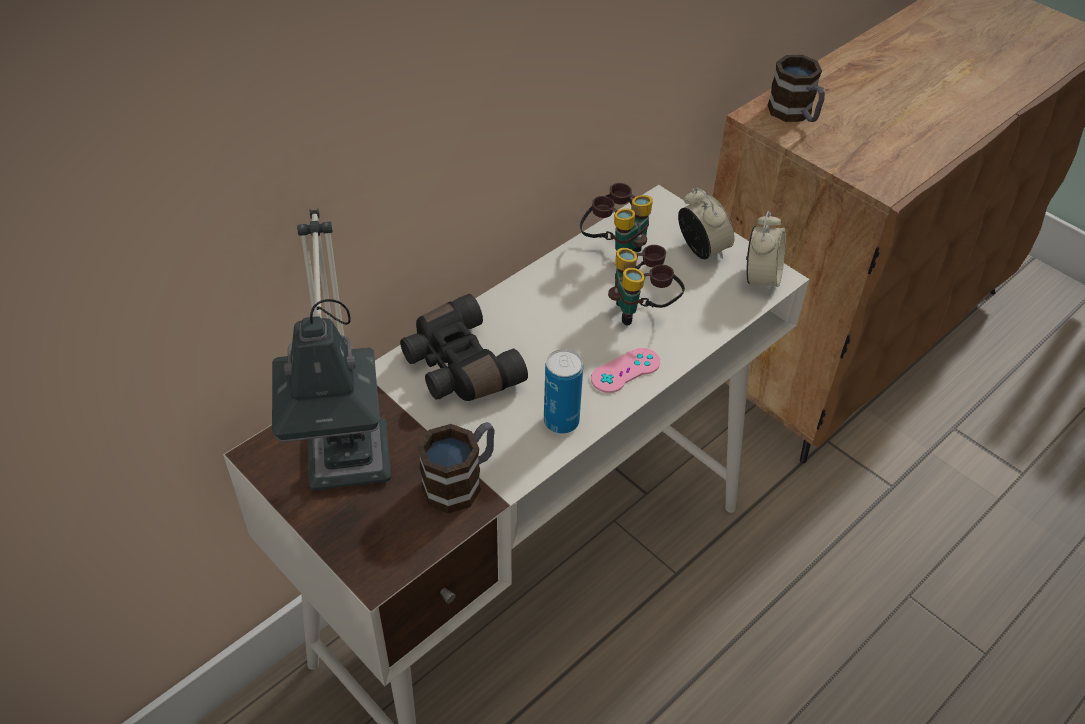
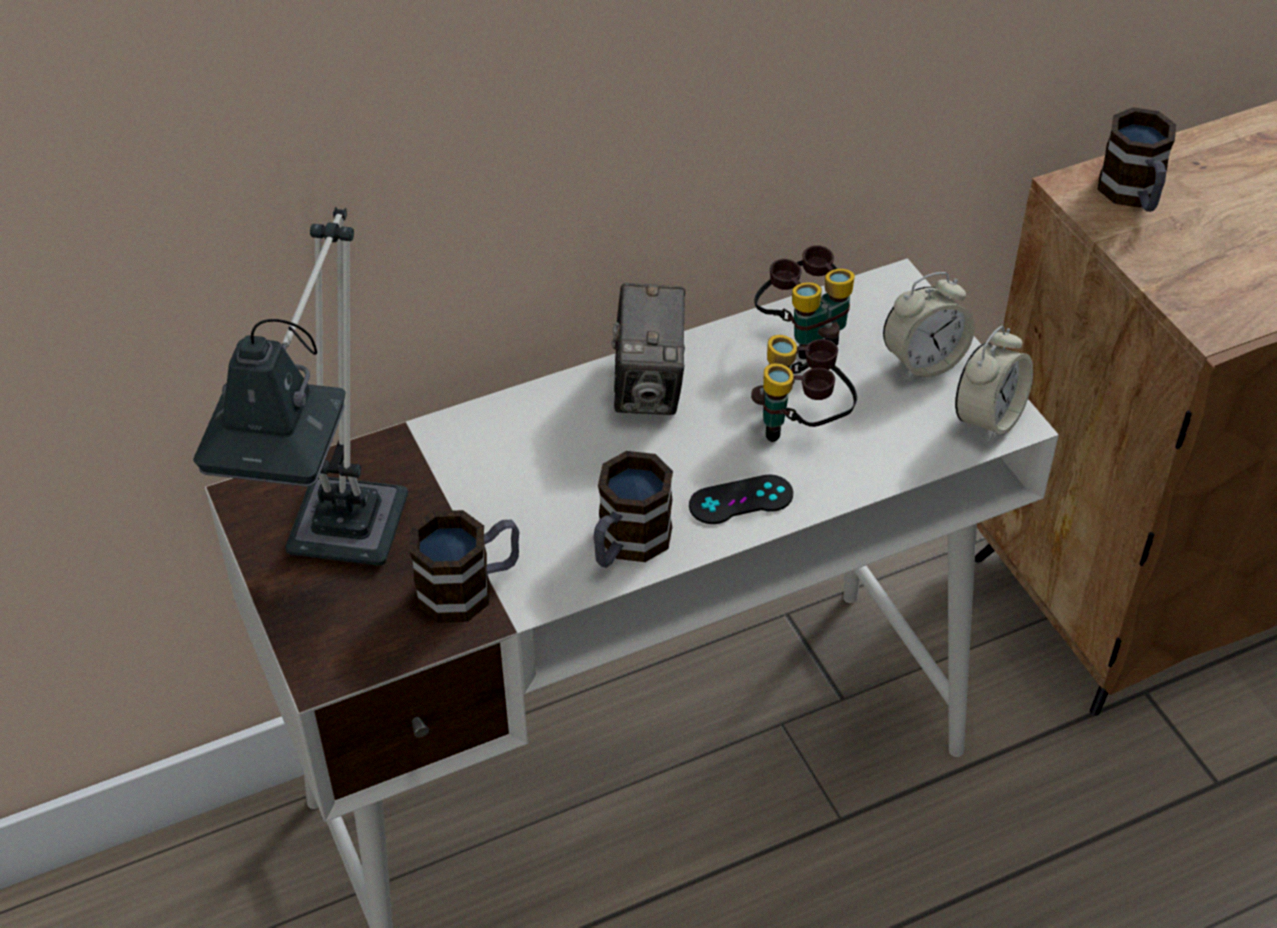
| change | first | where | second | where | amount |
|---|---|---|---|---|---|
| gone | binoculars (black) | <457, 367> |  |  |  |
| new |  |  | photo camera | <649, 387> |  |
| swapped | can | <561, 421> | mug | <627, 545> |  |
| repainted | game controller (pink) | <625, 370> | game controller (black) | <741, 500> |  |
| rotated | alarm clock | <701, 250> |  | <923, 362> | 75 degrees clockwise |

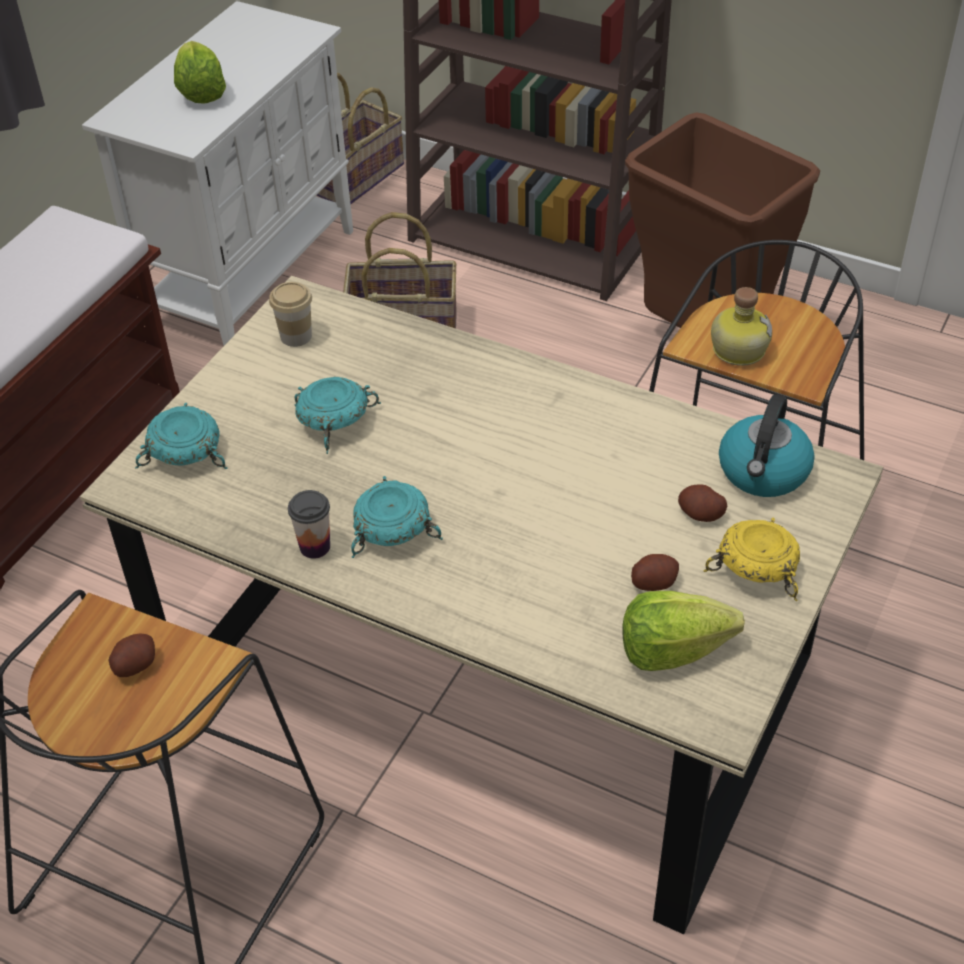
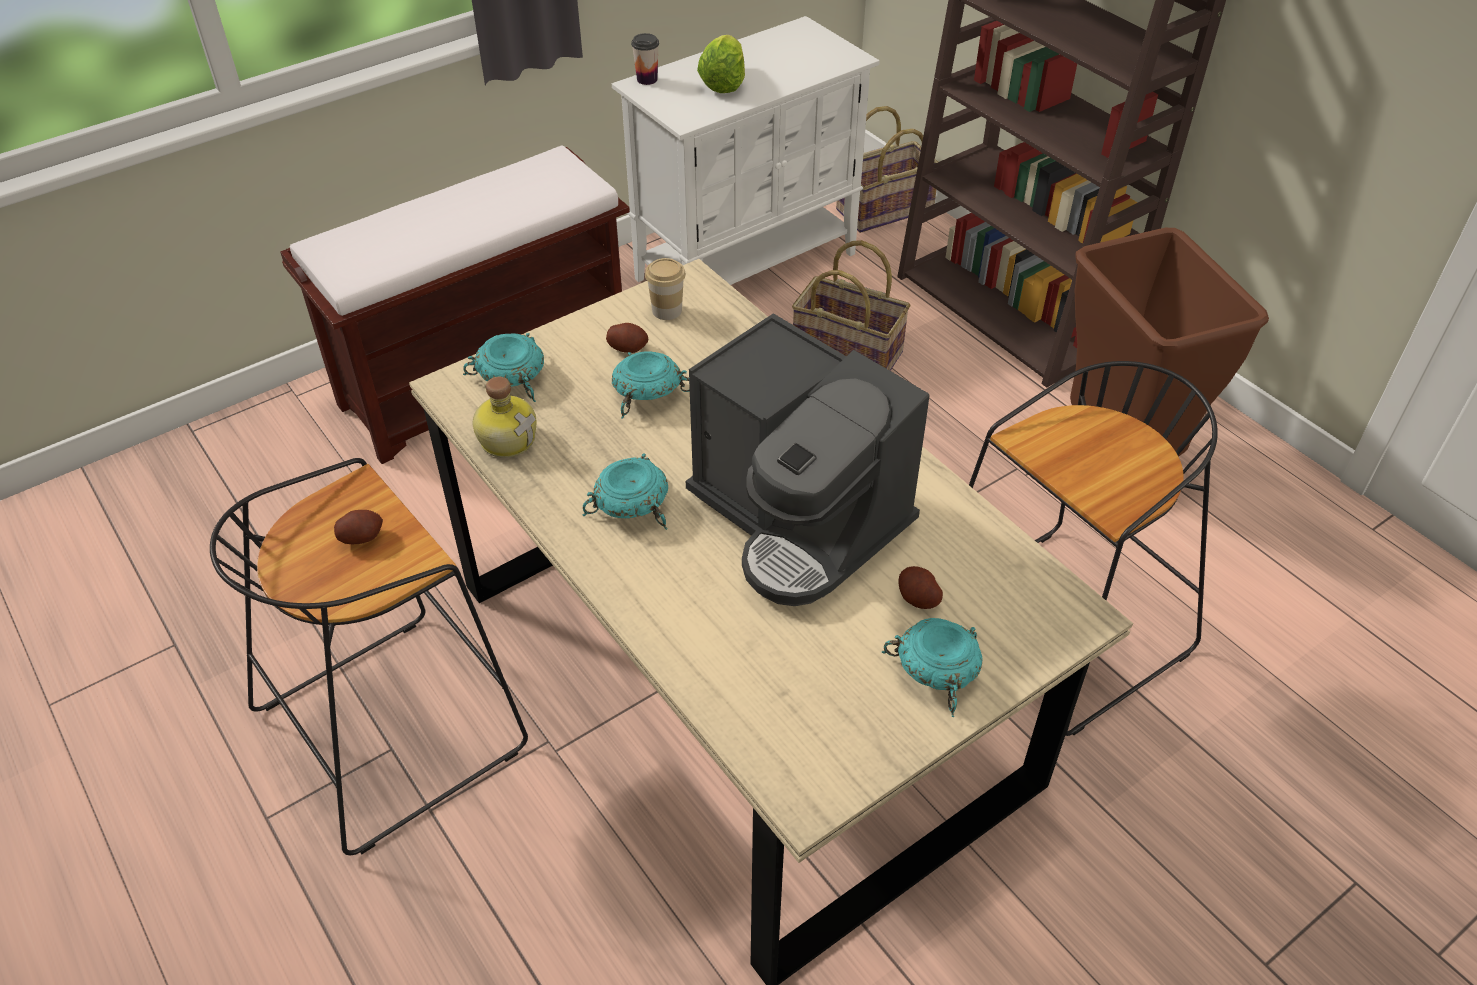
| change | first | where | second | where | amount |
|---|---|---|---|---|---|
| gone | lettuce | <672, 650> |  |  |  |
| gone | kettle | <763, 472> |  |  |  |
| new |  |  | coffee machine | <799, 520> |  |
| shifted | cup | <315, 546> |  | <647, 79> |  |
| shifted | potato | <653, 582> |  | <628, 348> |  |
| shifted | bottle | <737, 348> |  | <507, 438> |  |
| repainted | bowl (yellow) | <757, 571> | bowl (turquoise) | <936, 673> |  |

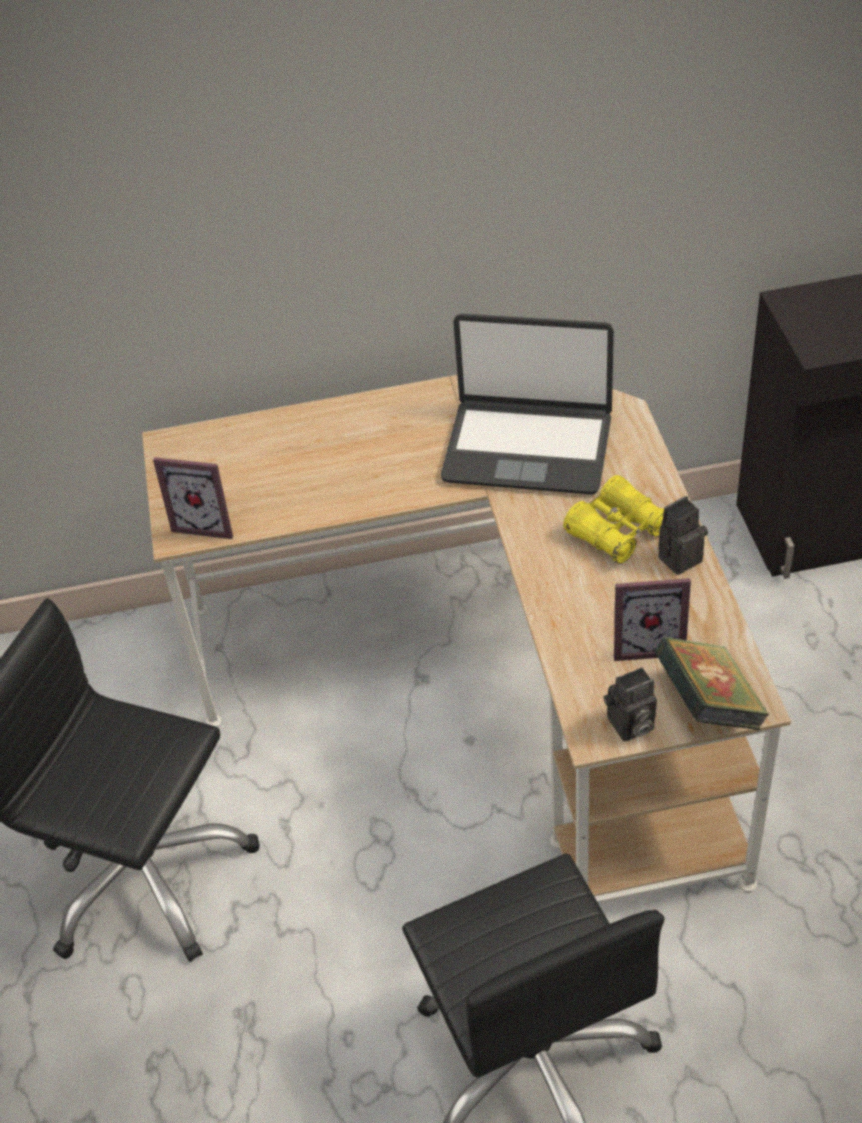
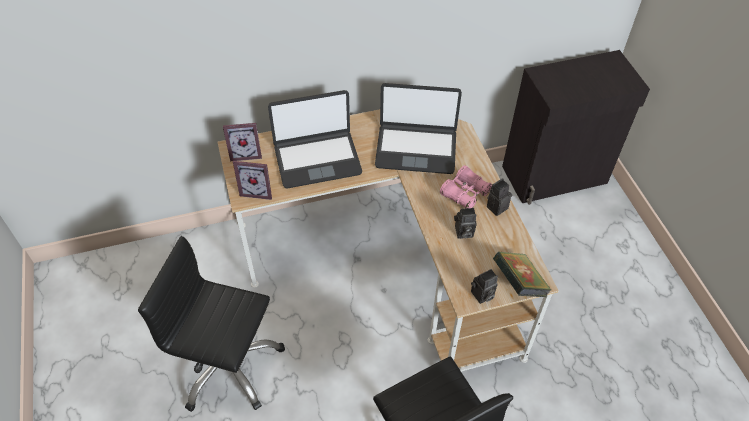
| change | first | where | second | where | amount |
|---|---|---|---|---|---|
| new |  |  | laptop | <317, 159> |  |
| new |  |  | photo camera | <463, 233> |  |
| shifted | picture frame | <647, 642> |  | <246, 153> |  |
| repainted | binoculars (yellow) | <617, 531> | binoculars (pink) | <465, 193> |  |

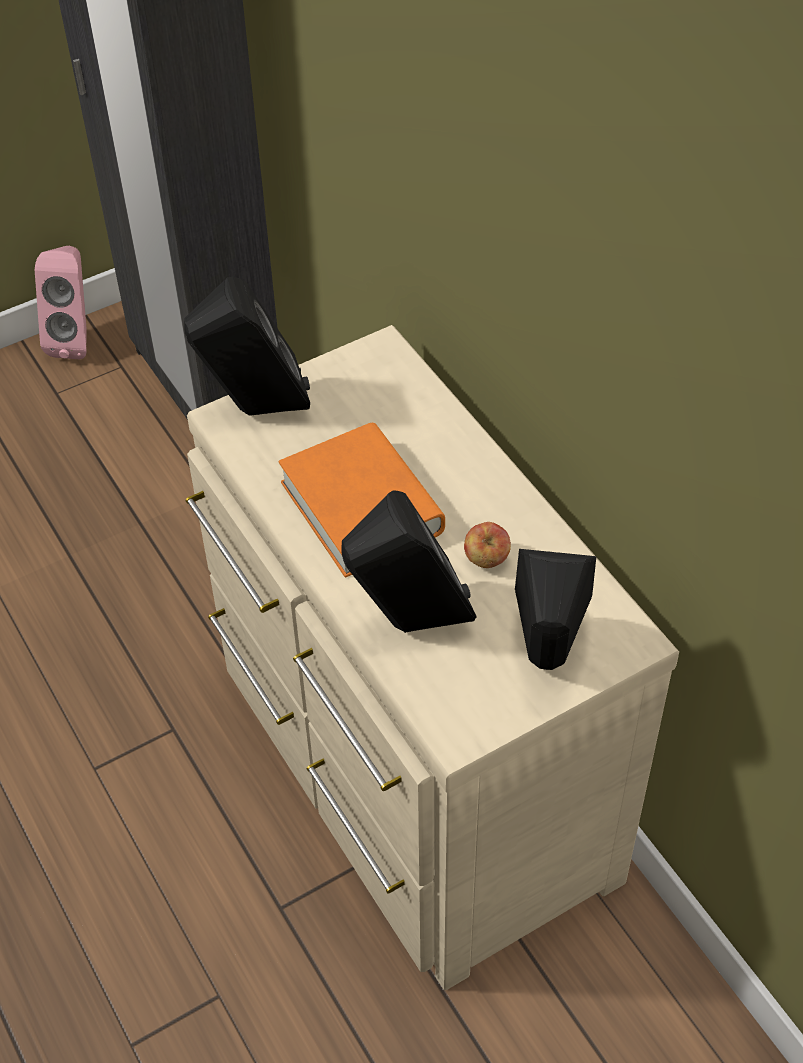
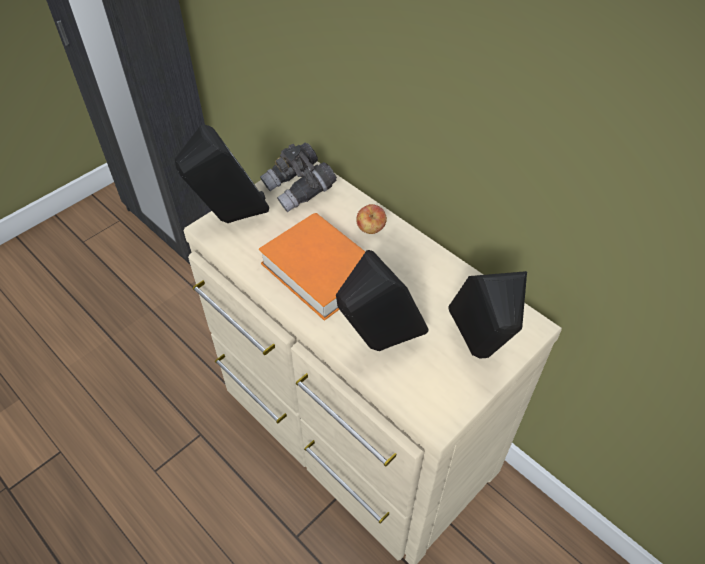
| change | first | where | second | where | amount |
|---|---|---|---|---|---|
| gone | speaker (pink) | <76, 340> |  |  |  |
| new |  |  | binoculars (grey) | <299, 190> |  |
| shifted | apple | <486, 559> |  | <370, 229> |  |

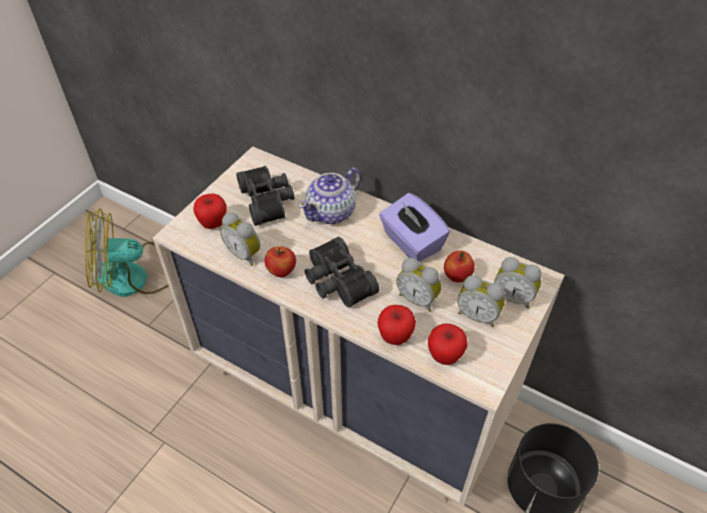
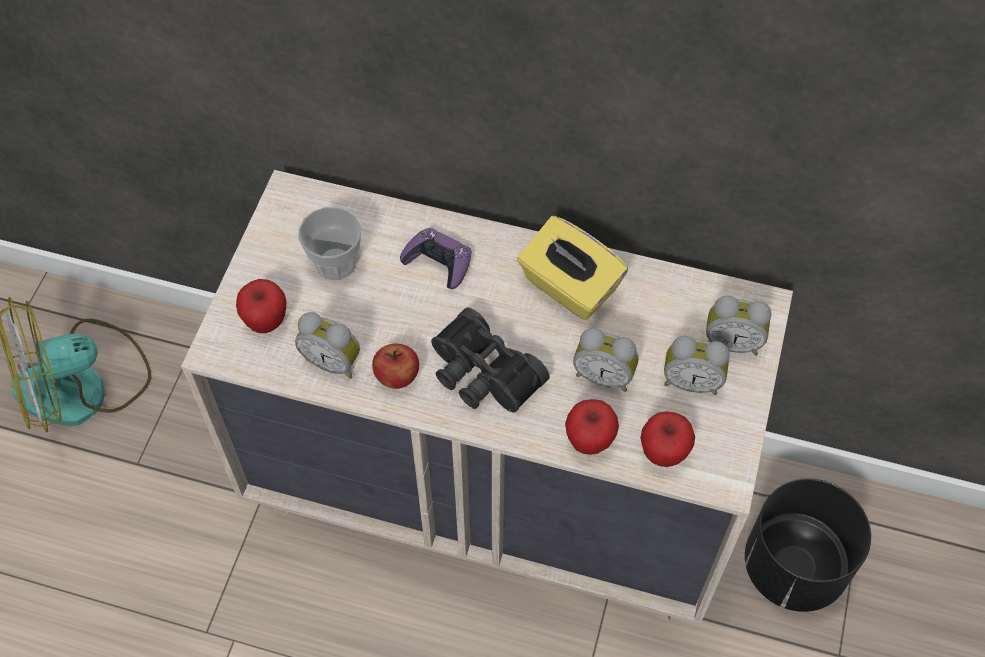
| change | first | where | second | where | amount |
|---|---|---|---|---|---|
| gone | apple | <457, 276> |  |  |  |
| swapped | binoculars (black) | <268, 200> | cup | <335, 263> |  |
| swapped | teapot | <332, 212> | game controller (purple) | <438, 262> |  |
| repainted | tissue box (purple) | <411, 242> | tissue box (yellow) | <569, 287> |  |

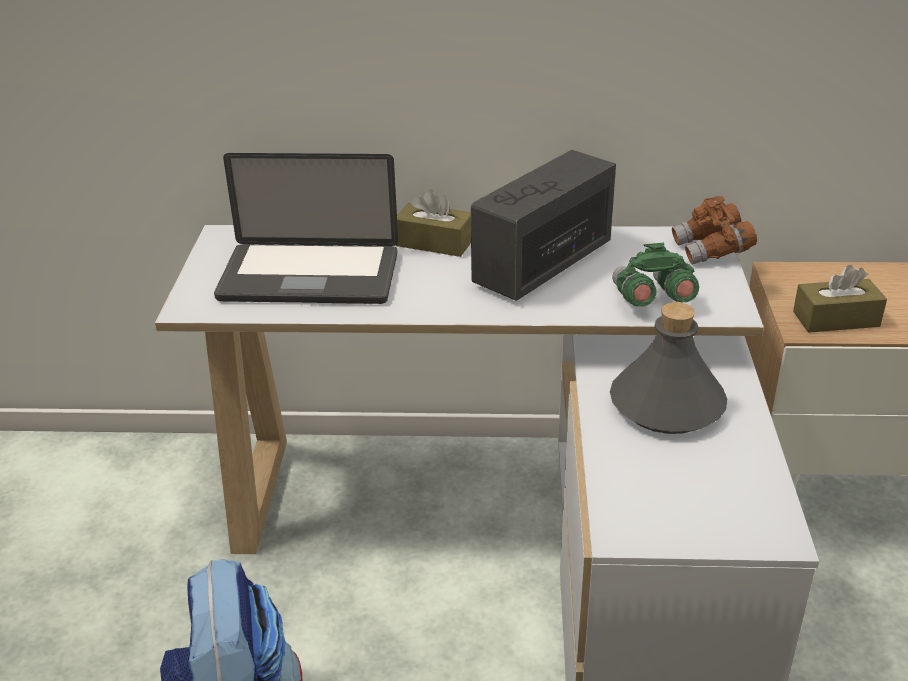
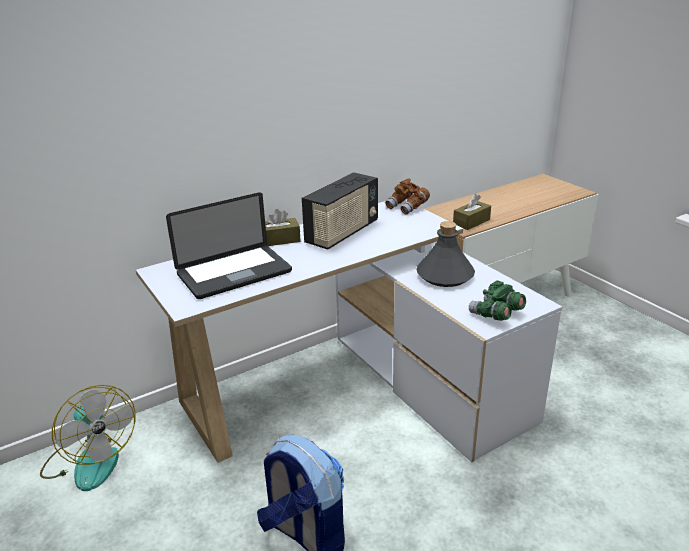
| change | first | where | second | where | amount |
|---|---|---|---|---|---|
| new |  |  | fan | <90, 460> |  |
| shifted | binoculars (green) | <651, 300> |  | <496, 315> |  |
| rotated | radio | <542, 264> |  | <342, 233> | 150 degrees counterclockwise |

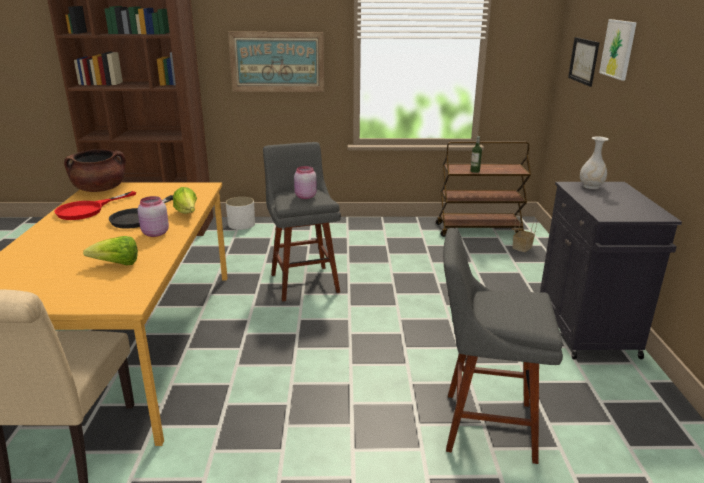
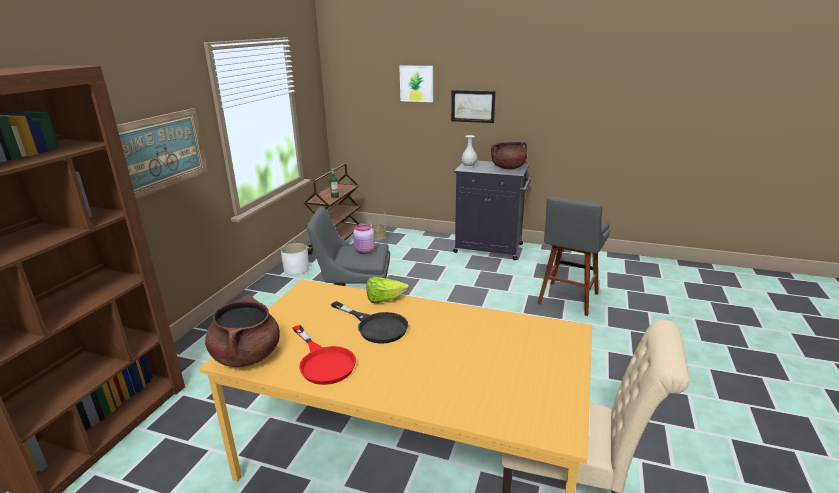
| change | first | where | second | where | amount |
|---|---|---|---|---|---|
| gone | lettuce | <117, 264> |  |  |  |
| gone | jar (pink) | <154, 233> |  |  |  |
| new |  |  | cooking pot (brown) | <508, 168> |  |
| shifted | planter (white) | <242, 224> |  | <296, 269> |  |
| shifted | picture | <583, 61> |  | <473, 106> |  |

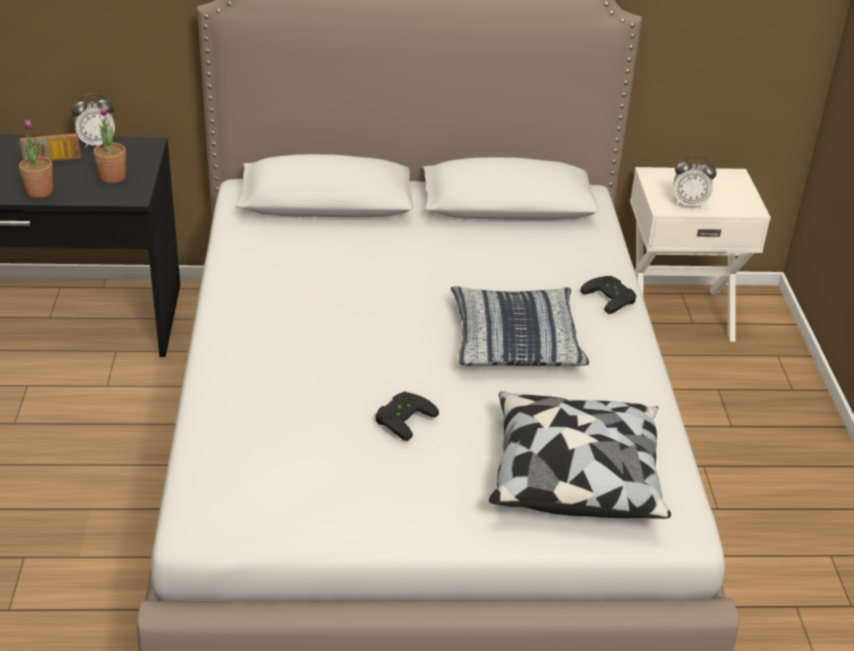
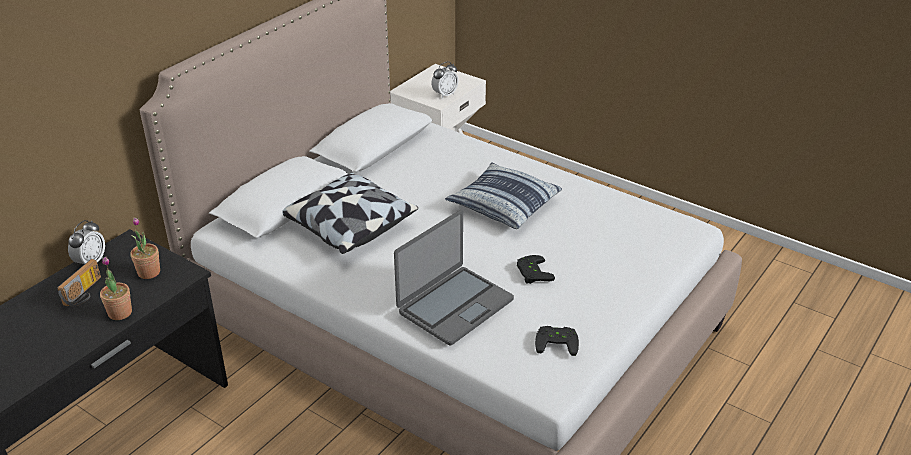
| change | first | where | second | where | amount |
|---|---|---|---|---|---|
| new |  |  | laptop | <454, 305> |  |
| shifted | pillow | <574, 475> |  | <348, 226> |  |
| shifted | game controller (black) | <612, 297> |  | <557, 341> |  |

